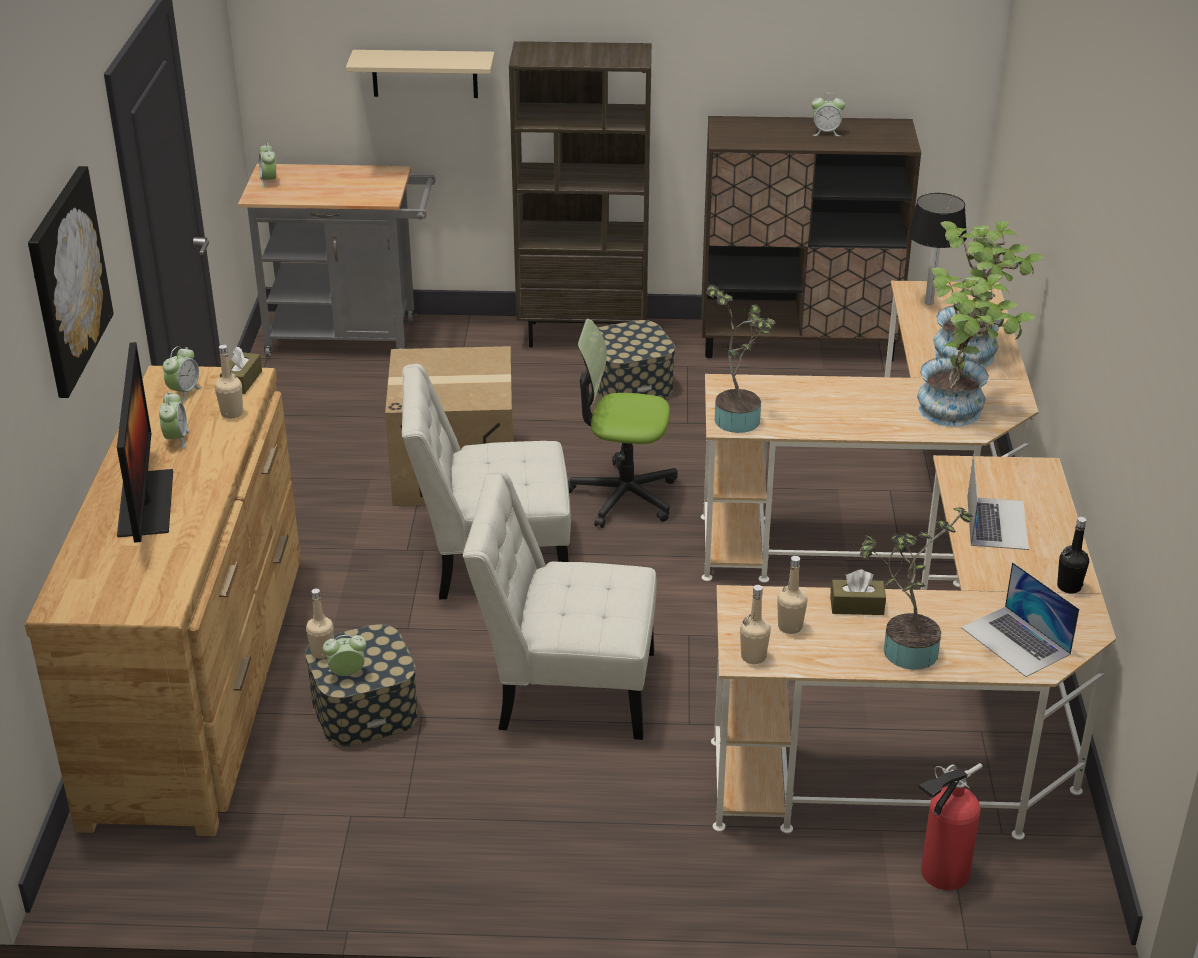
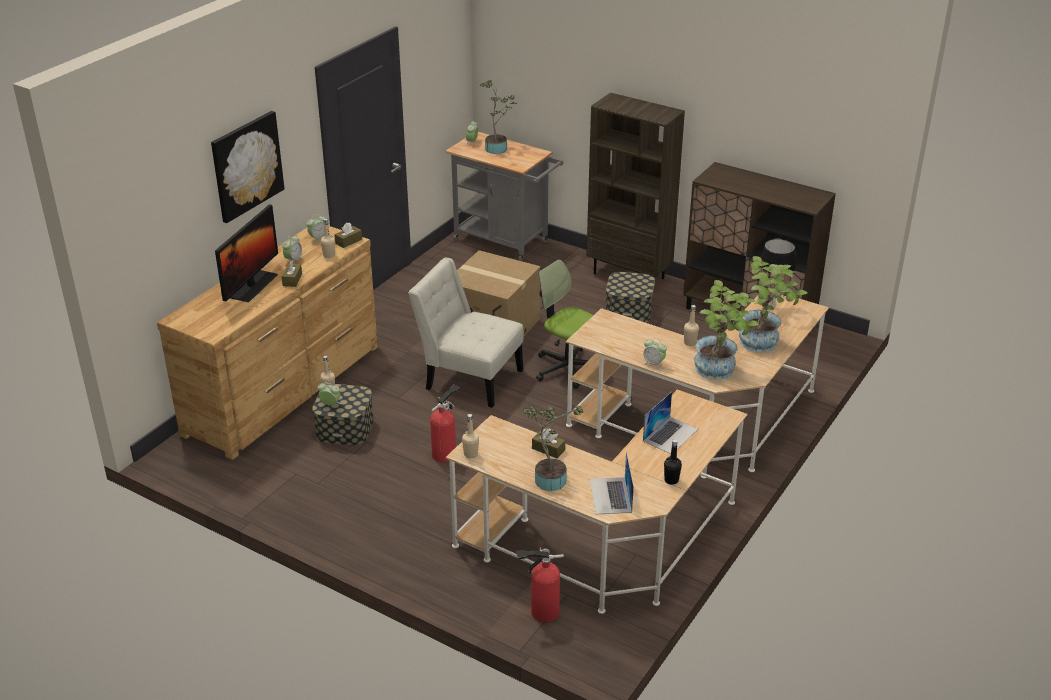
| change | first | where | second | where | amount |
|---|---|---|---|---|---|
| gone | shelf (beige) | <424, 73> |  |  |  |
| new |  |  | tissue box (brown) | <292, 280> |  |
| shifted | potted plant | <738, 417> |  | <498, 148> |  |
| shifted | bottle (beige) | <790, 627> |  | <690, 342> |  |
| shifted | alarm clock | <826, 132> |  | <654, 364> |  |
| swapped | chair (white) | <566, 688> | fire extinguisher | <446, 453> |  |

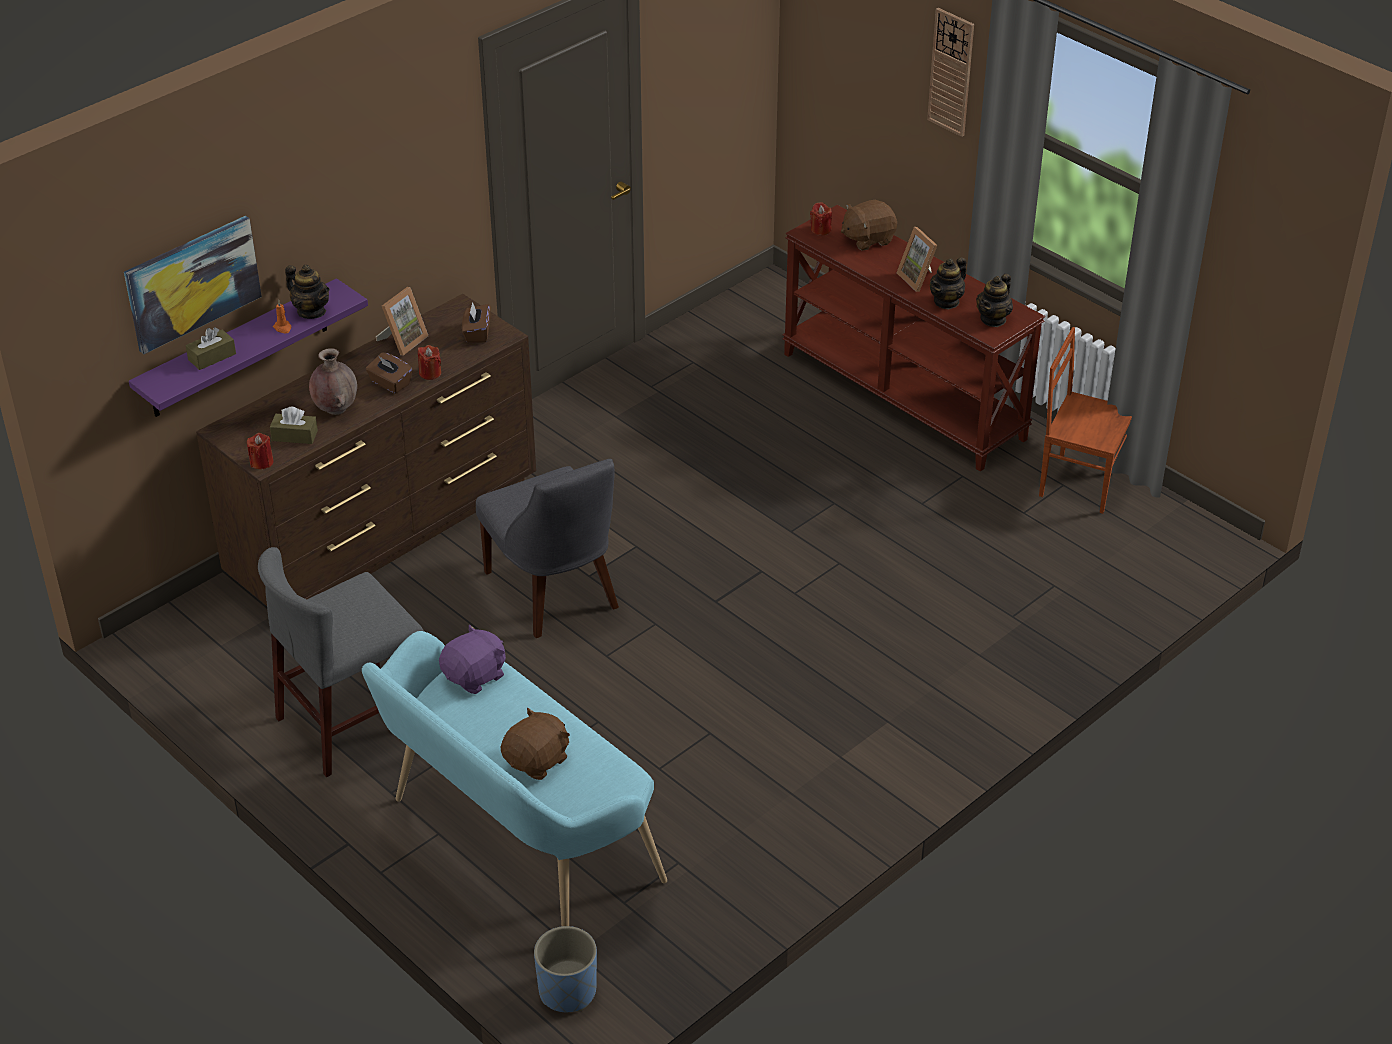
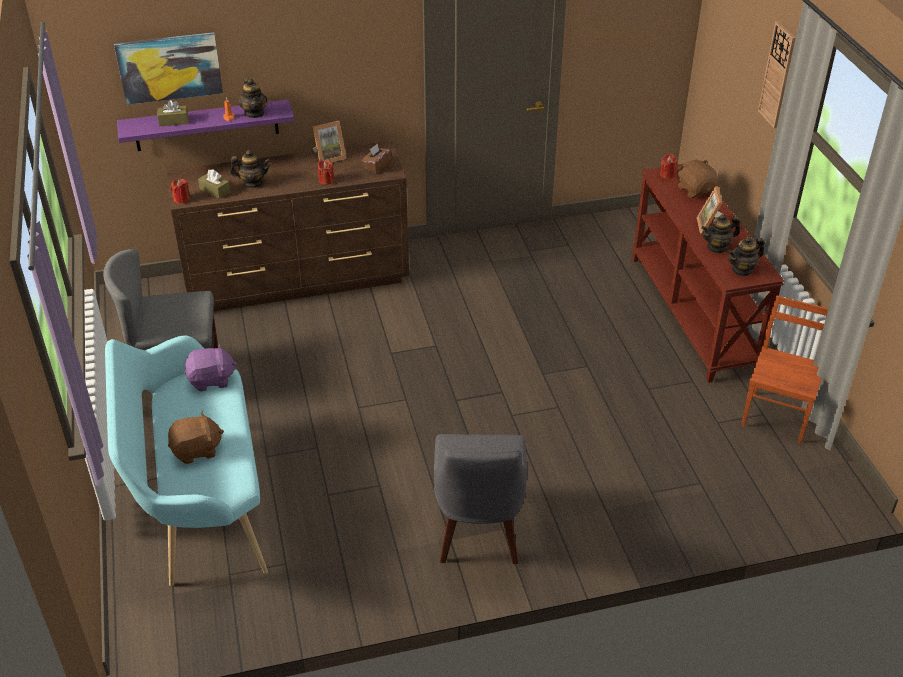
| change | first | where | second | where | amount |
|---|---|---|---|---|---|
| gone | tissue box (brown) | <390, 383> |  |  |  |
| gone | planter (blue) | <567, 991> |  |  |  |
| shifted | chair (grey) | <555, 593> |  | <478, 530> |  |
| swapped | vase (brown) | <335, 409> | teapot | <252, 183> |  |
| rotated | plush toy (brown) | <867, 239> |  | <695, 190> | 60 degrees clockwise |
| rotated | chair (brown) | <1080, 482> |  | <777, 417> | 60 degrees clockwise |

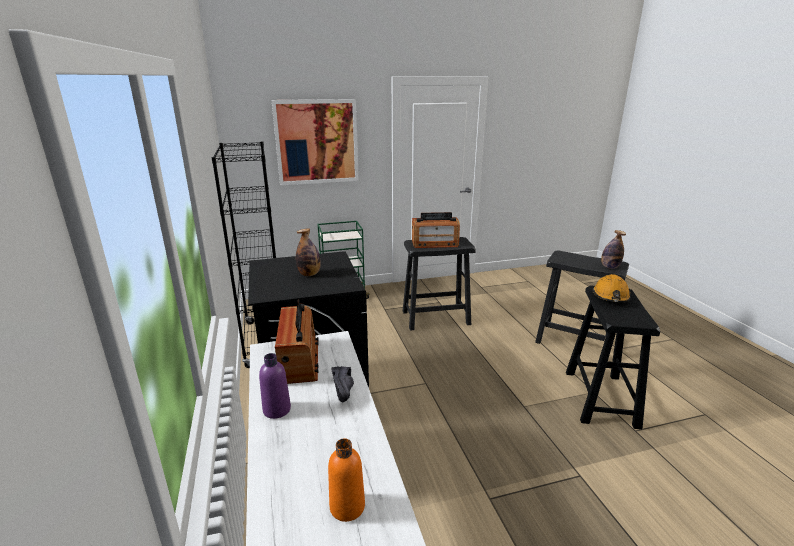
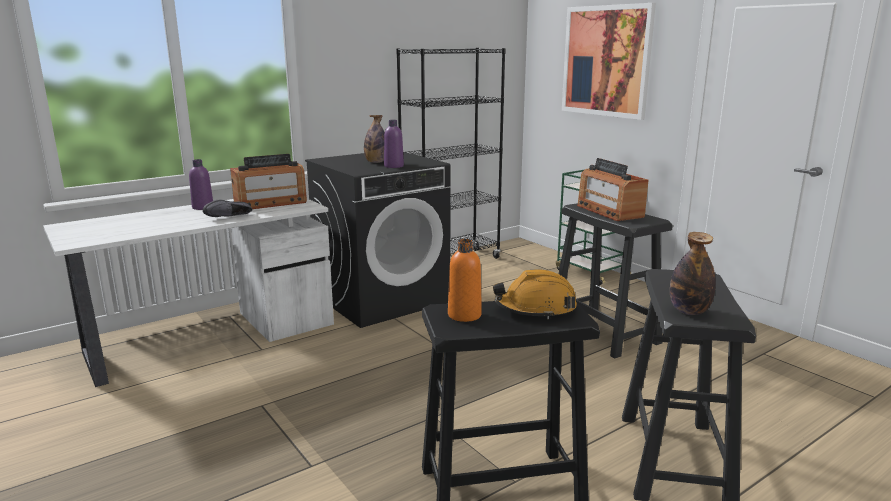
| change | first | where | second | where | amount |
|---|---|---|---|---|---|
| new |  |  | bottle (purple) | <394, 166> |  |
| shifted | bottle (orange) | <347, 506> |  | <464, 315> |  |

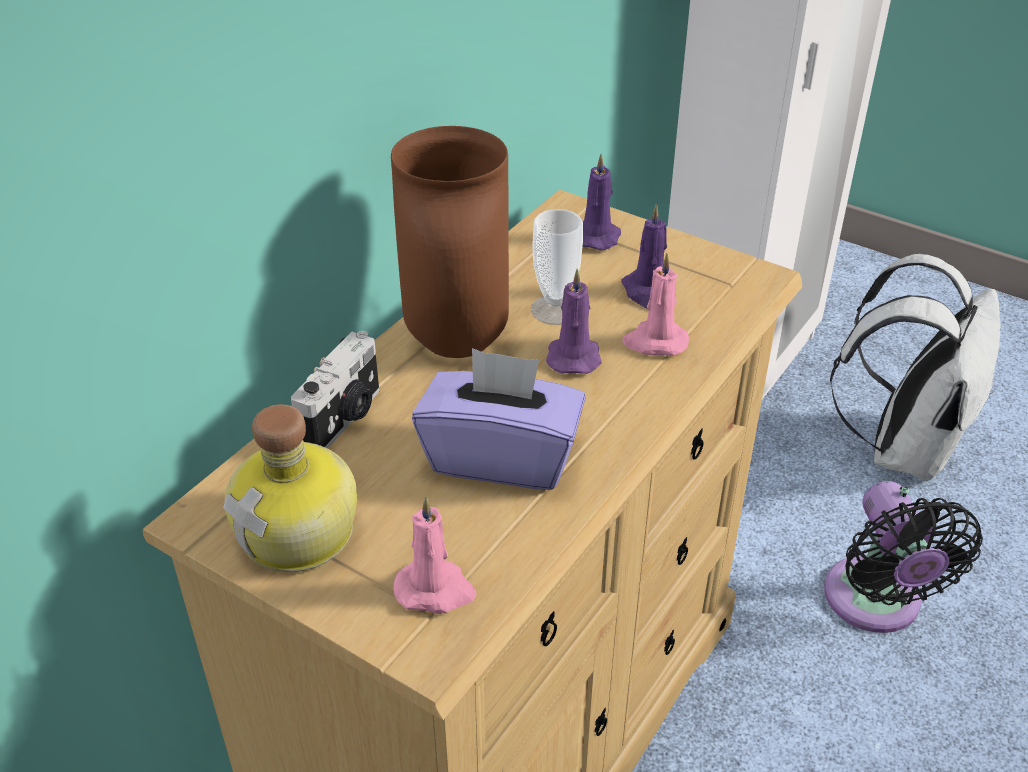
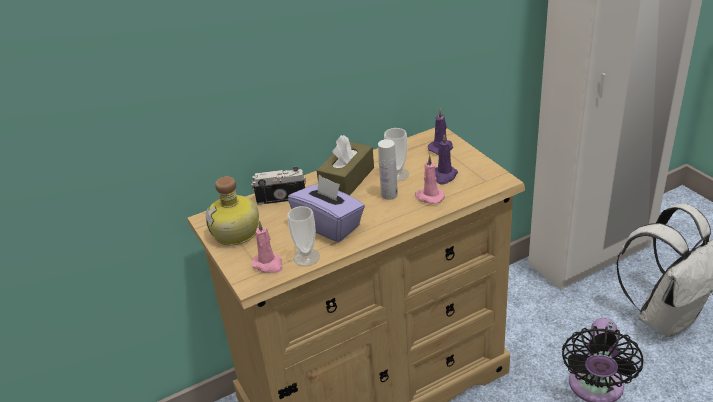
| change | first | where | second | where | amount |
|---|---|---|---|---|---|
| new |  |  | cup | <306, 257> |  |
| swapped | vase (brown) | <460, 344> | tissue box (brown) | <347, 179> |  |
| swapped | candle (purple) | <573, 356> | bottle (white) | <389, 194> |  |
| rotated | photo camera | <344, 419> |  | <281, 197> | 150 degrees counterclockwise |

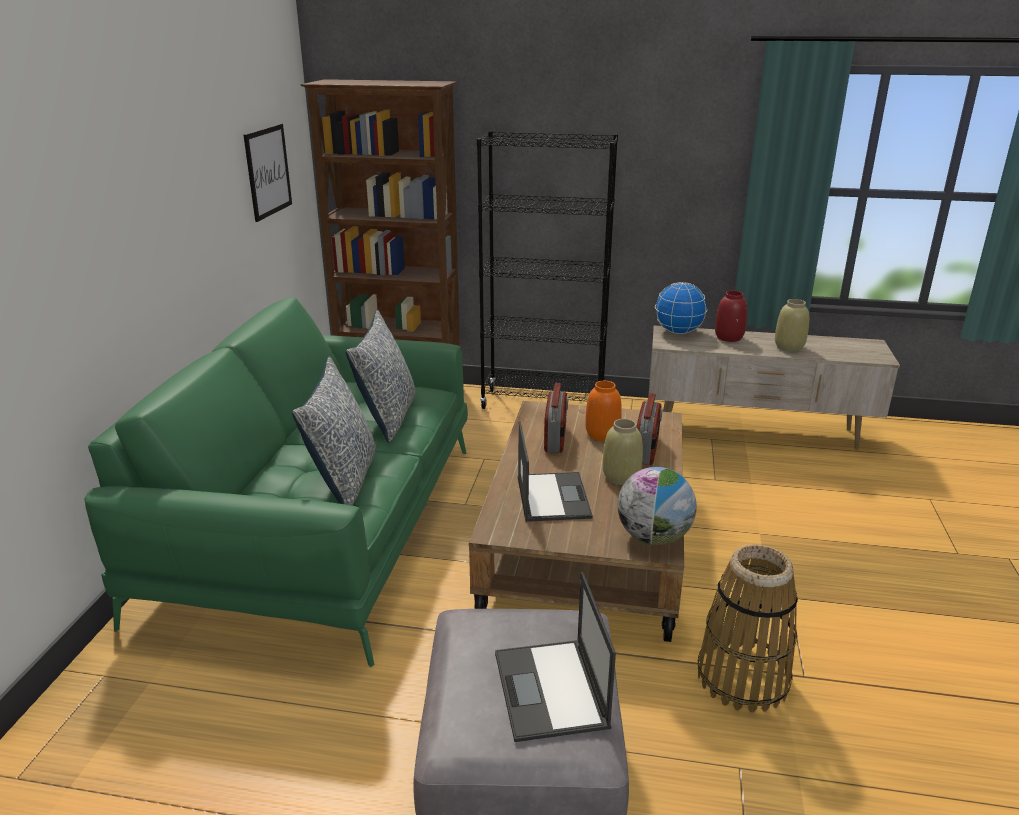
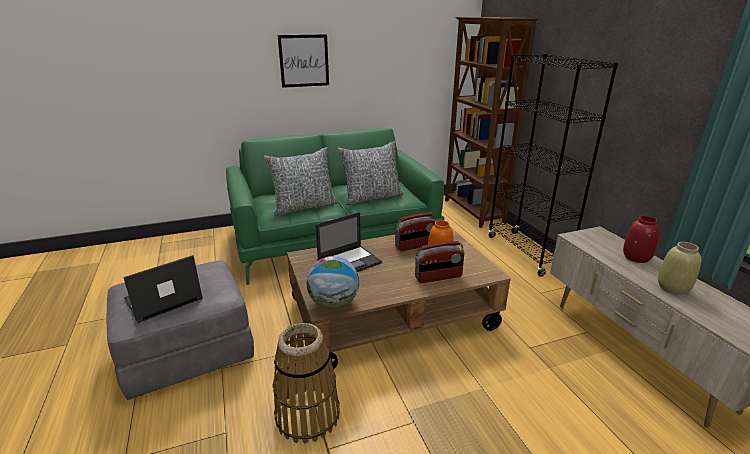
| change | first | where | second | where | amount |
|---|---|---|---|---|---|
| gone | vase (beige) | <620, 477> |  |  |  |
| gone | globe | <678, 332> |  |  |  |
| shifted | picture | <268, 171> |  | <304, 61> |  |

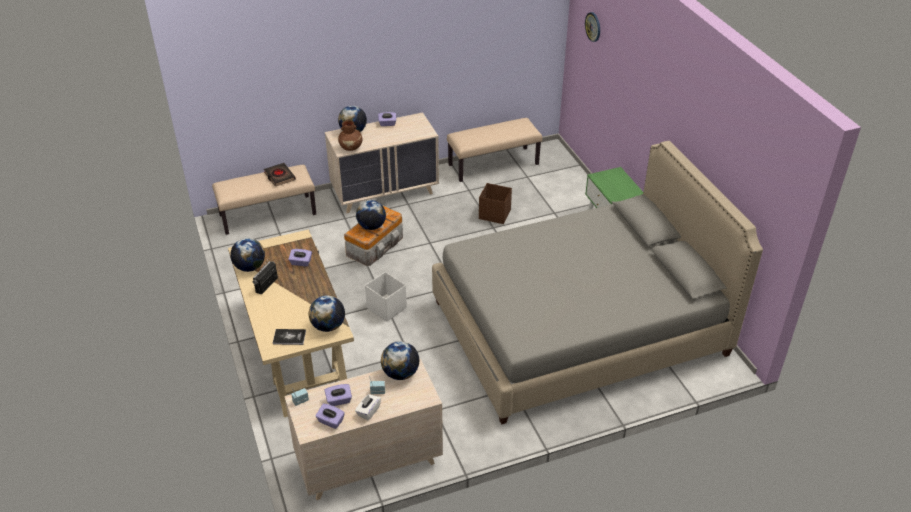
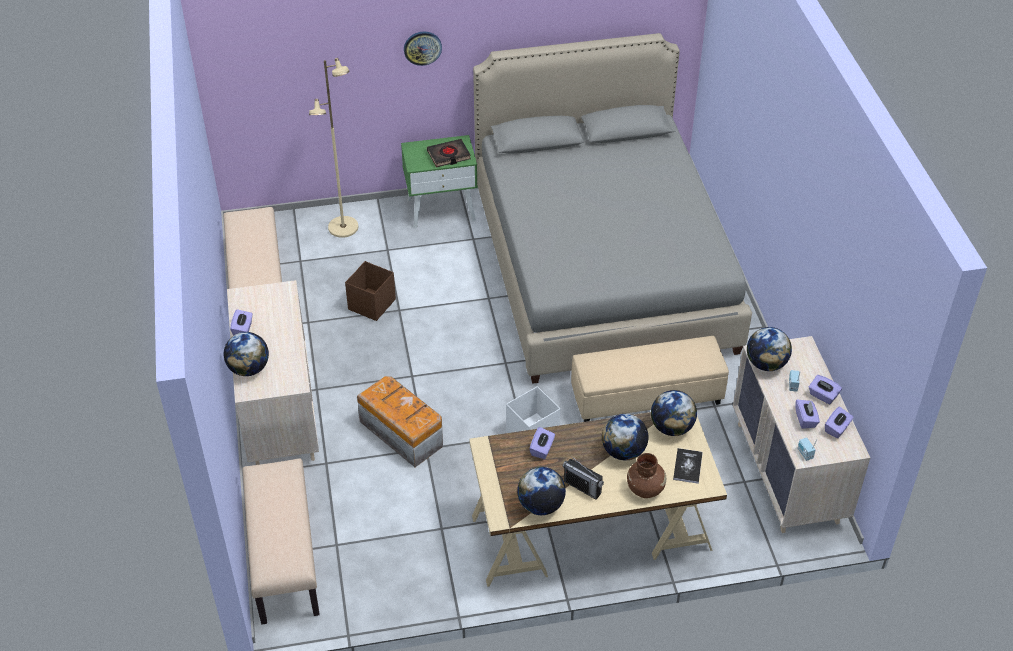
| change | first | where | second | where | amount |
|---|---|---|---|---|---|
| new |  |  | floor lamp (beige) | <343, 228> |  |
| new |  |  | ottoman (beige) | <646, 396> |  |
| shifted | book (black) | <279, 176> |  | <448, 155> |  |
| shifted | vase (brown) | <351, 147> |  | <645, 488> |  |
| shifted | globe | <371, 226> |  | <623, 452> |  |
| shifted | wall clock | <593, 26> |  | <422, 47> |  |
| repainted | tissue box (white) | <368, 411> | tissue box (purple) | <823, 396> |  |

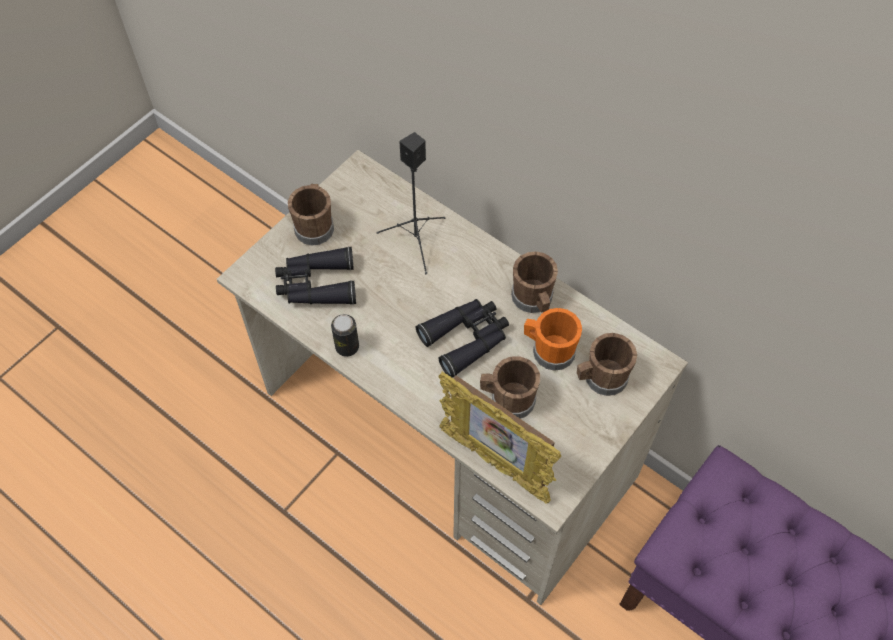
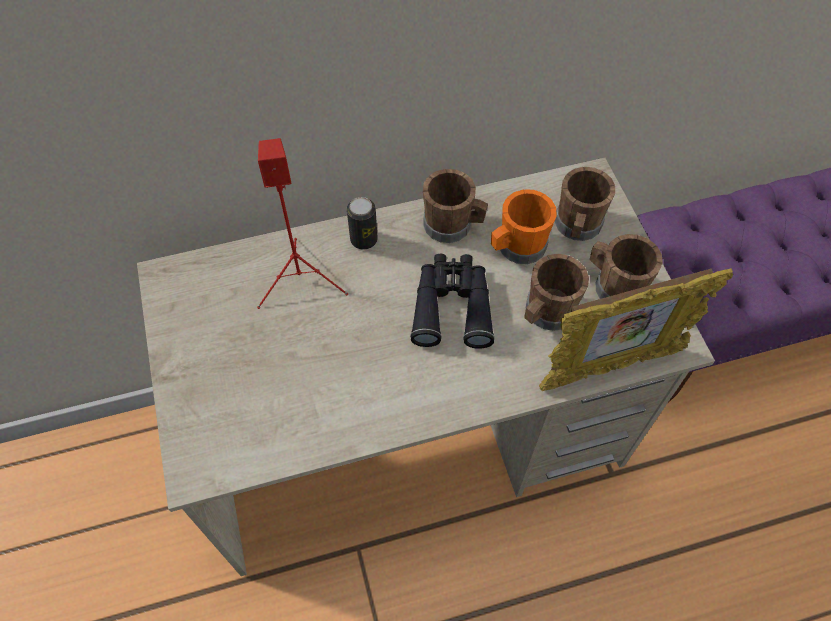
| change | first | where | second | where | amount |
|---|---|---|---|---|---|
| gone | binoculars (black) | <316, 285> |  |  |  |
| shifted | mug (brown) | <315, 225> |  | <614, 286> |  |
| shifted | can | <347, 347> |  | <363, 239> |  |
| repainted | speaker (black) | <416, 241> | speaker (red) | <301, 279> |  |

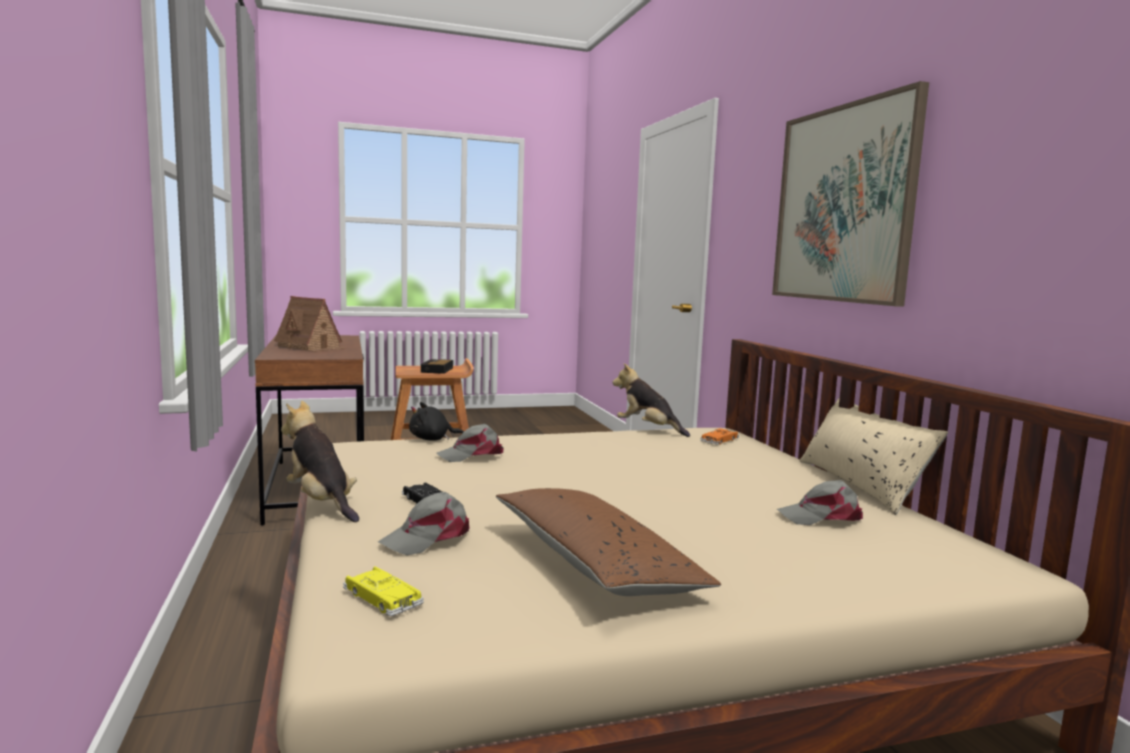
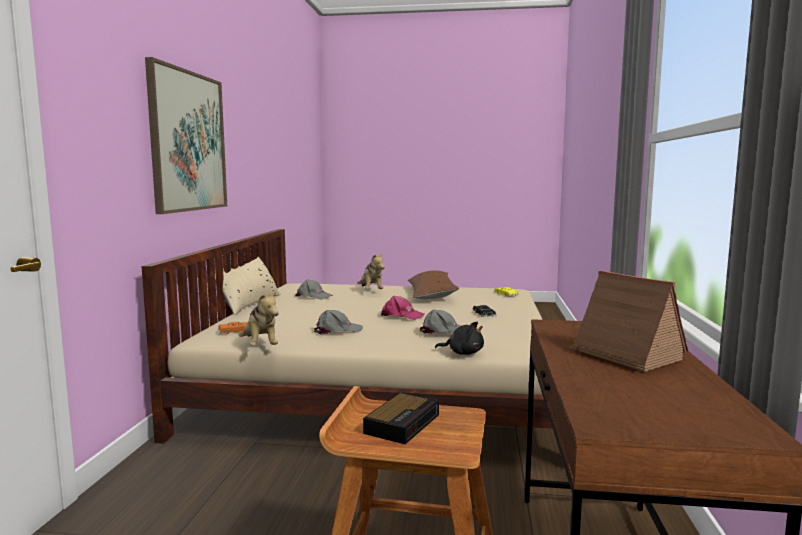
| change | first | where | second | where | amount |
|---|---|---|---|---|---|
| new |  |  | cap (pink) | <401, 316> |  |
| shifted | plush toy | <321, 503> |  | <371, 291> |  |
| shifted | cap (grey) | <428, 537> |  | <337, 330> |  |

